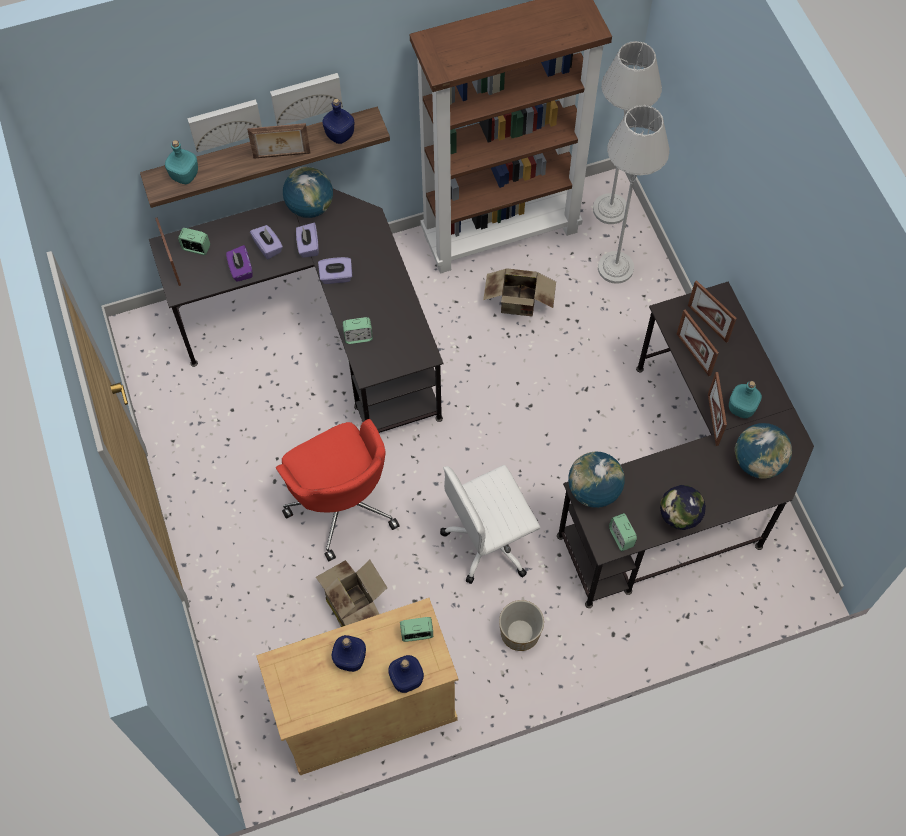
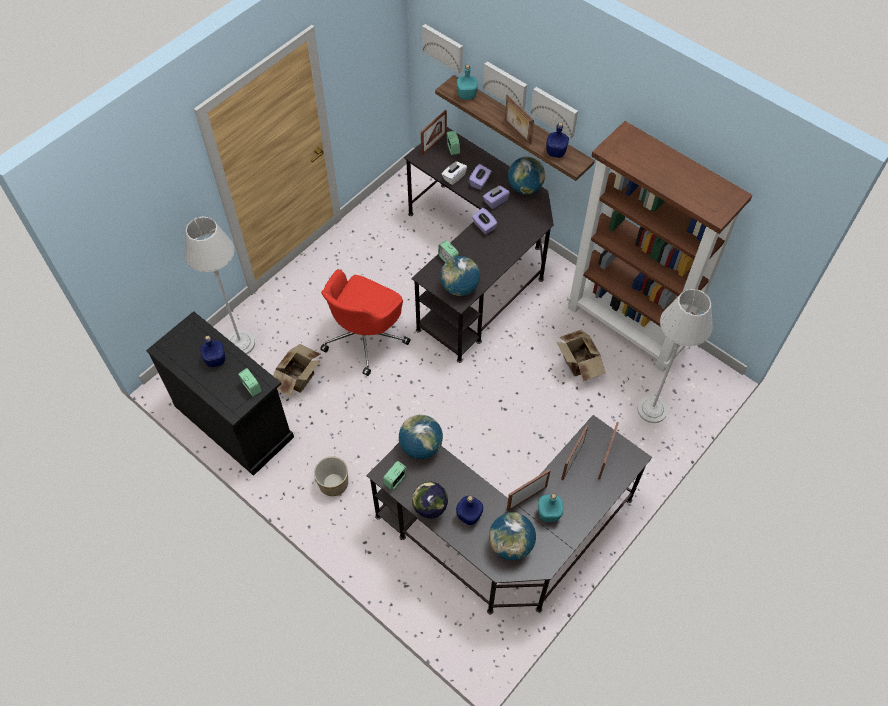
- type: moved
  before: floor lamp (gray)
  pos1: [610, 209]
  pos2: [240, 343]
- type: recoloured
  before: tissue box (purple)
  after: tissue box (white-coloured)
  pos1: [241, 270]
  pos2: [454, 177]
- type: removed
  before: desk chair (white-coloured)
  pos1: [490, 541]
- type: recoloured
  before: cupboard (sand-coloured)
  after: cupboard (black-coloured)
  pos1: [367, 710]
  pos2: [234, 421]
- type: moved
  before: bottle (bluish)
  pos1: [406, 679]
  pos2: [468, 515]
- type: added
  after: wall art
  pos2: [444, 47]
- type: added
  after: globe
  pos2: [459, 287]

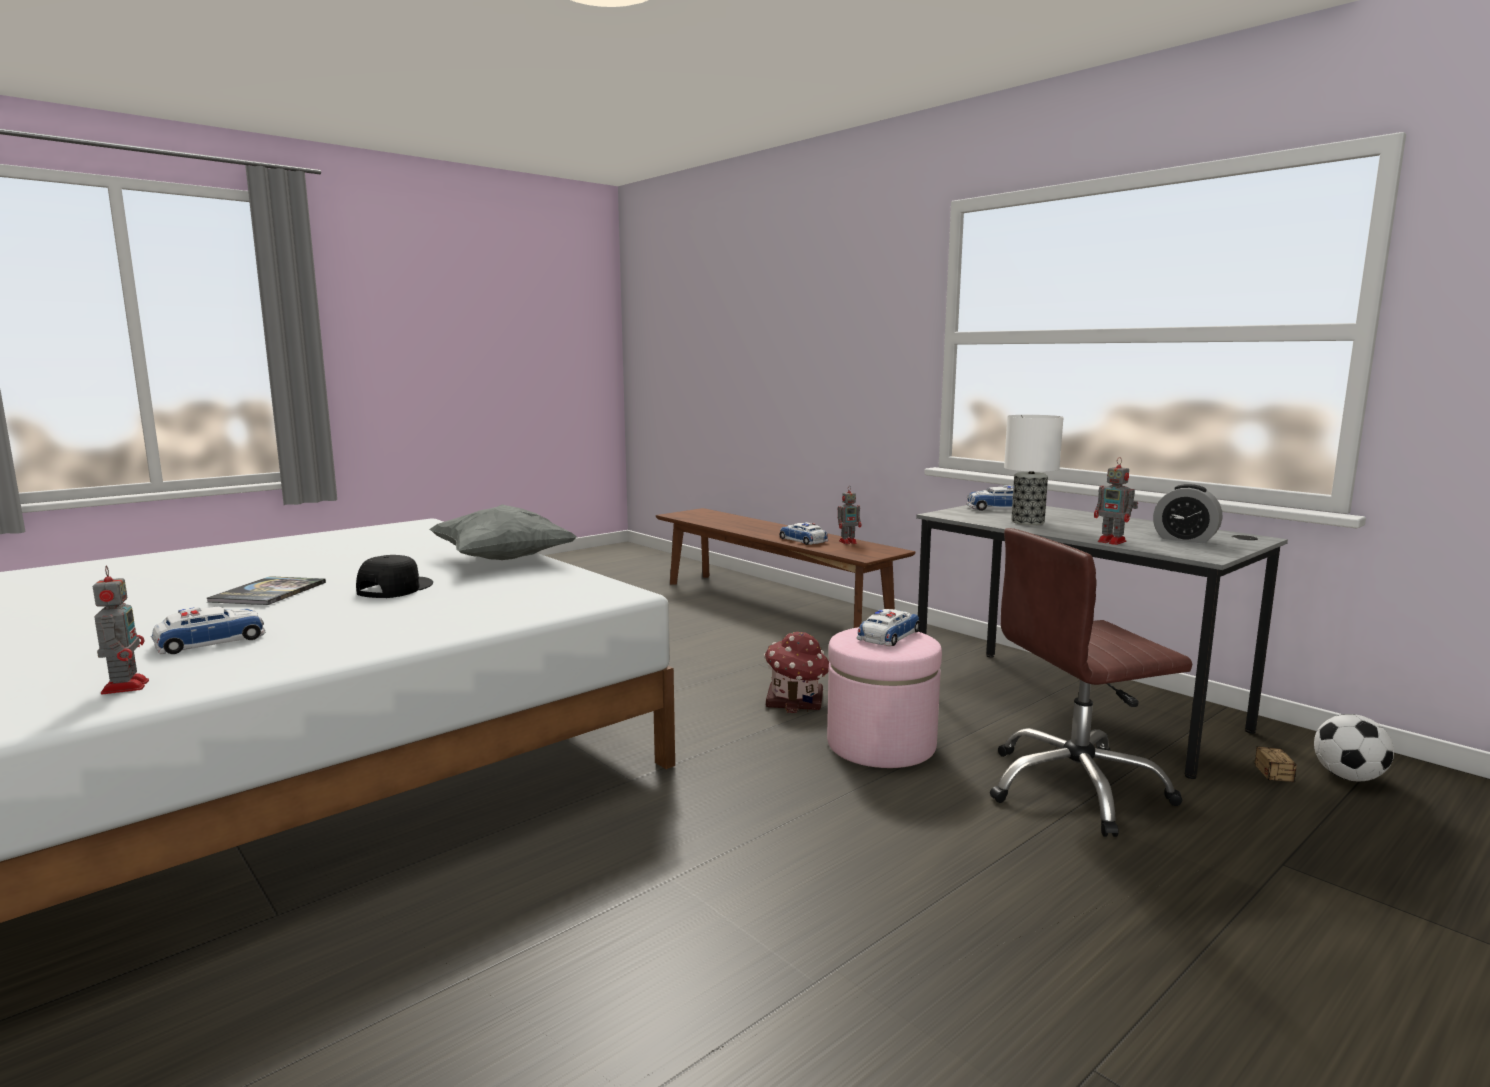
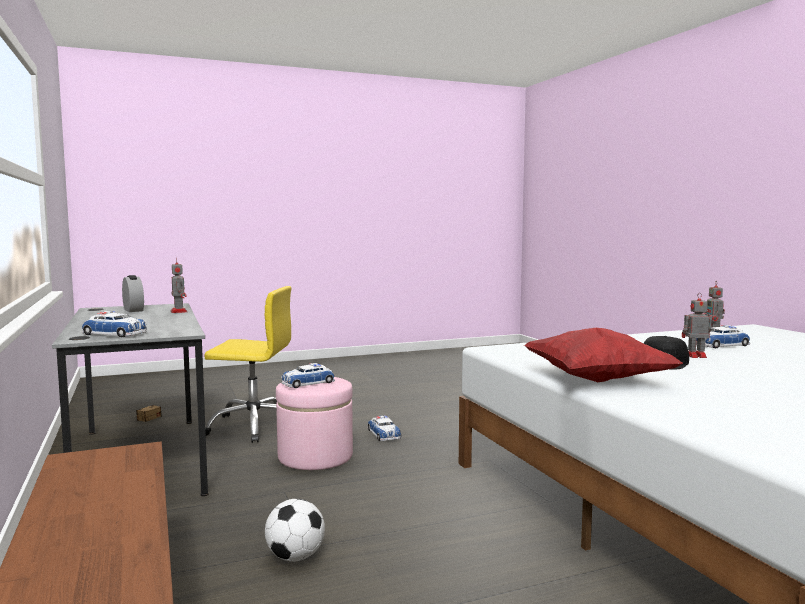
- type: removed
  before: lamp for a table
  pos1: [1028, 522]
- type: moved
  before: robot figure
  pos1: [848, 542]
  pos2: [694, 356]
- type: recoloured
  before: throw pillow (gray)
  after: throw pillow (reddish)
  pos1: [503, 560]
  pos2: [596, 380]
- type: moved
  before: miniature car
  pos1: [803, 540]
  pos2: [384, 434]
- type: recoloured
  before: desk chair (brownish)
  after: desk chair (yellow)
  pos1: [1076, 788]
  pos2: [254, 426]
- type: removed
  before: bound book
  pos1: [268, 592]
- type: removed
  before: miniature house
  pos1: [796, 700]
- type: moved
  before: football
  pos1: [1348, 777]
  pos2: [295, 557]

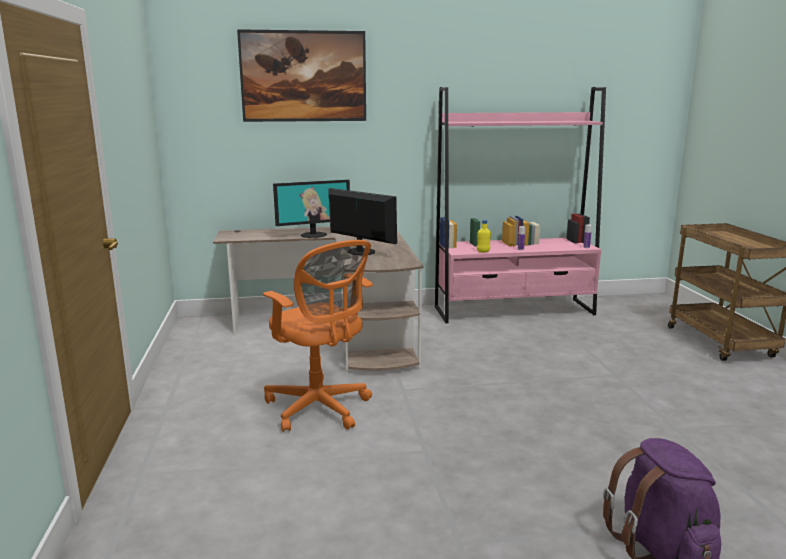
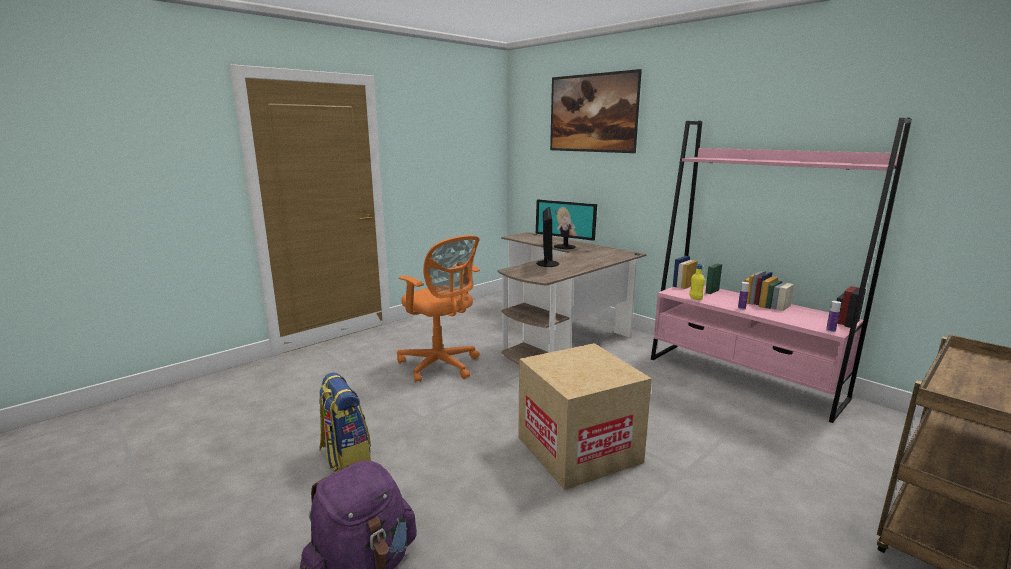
- type: turned
  before: desk chair (orange-coloured)
  pos1: [320, 409]
  pos2: [441, 366]
  turn: -60
- type: added
  after: packing box
  pos2: [578, 449]
- type: added
  after: rucksack
  pos2: [345, 458]

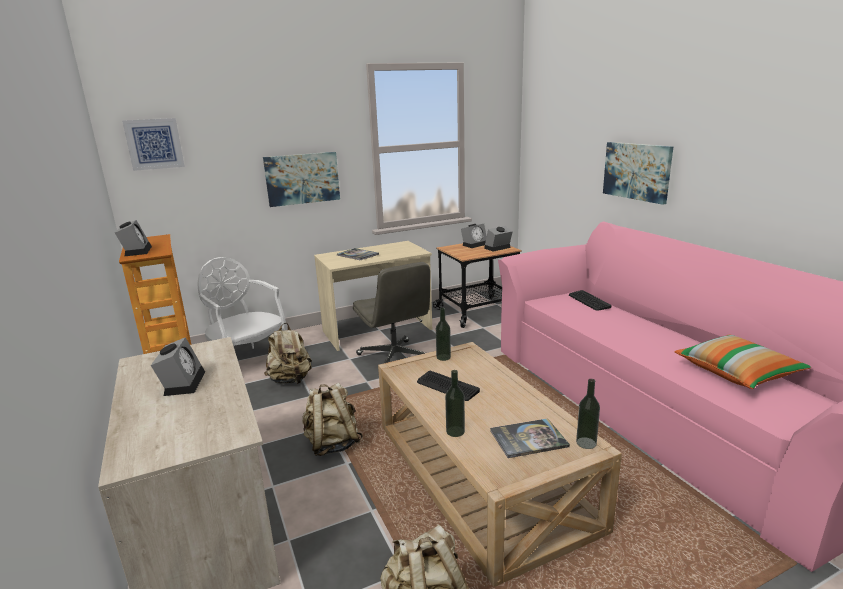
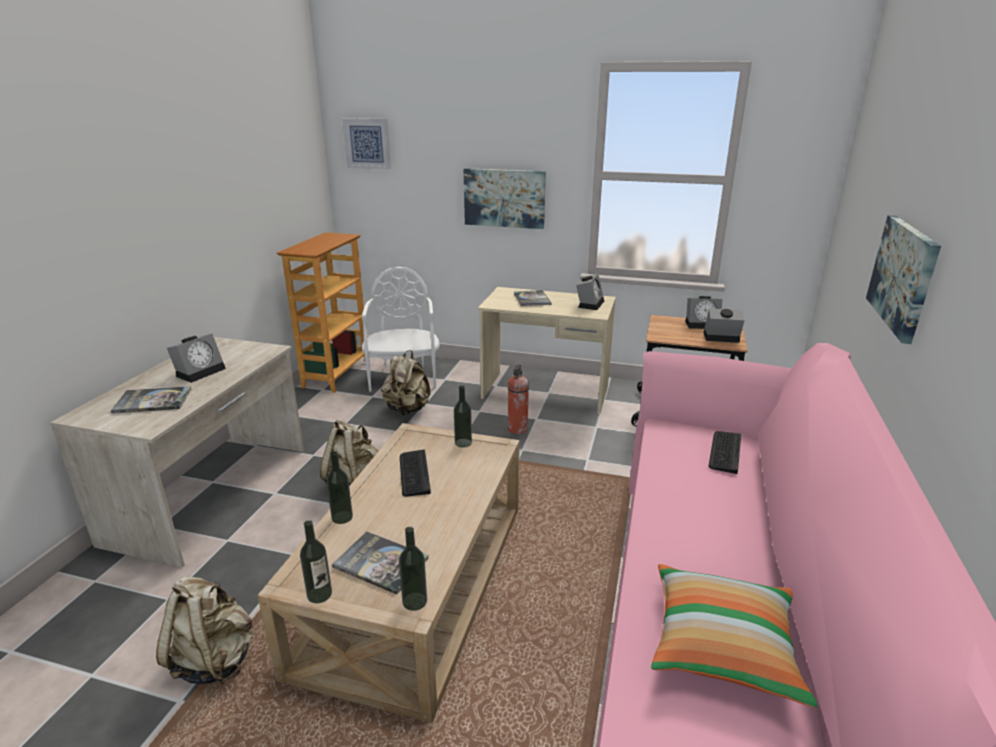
- type: moved
  before: table clock
  pos1: [136, 251]
  pos2: [589, 303]
- type: replaced
  before: desk chair (gray)
  after: fire-fighting cylinder
  pos1: [395, 358]
  pos2: [517, 429]
- type: added
  after: bound book
  pos2: [153, 401]
- type: added
  after: bottle
  pos2: [319, 594]

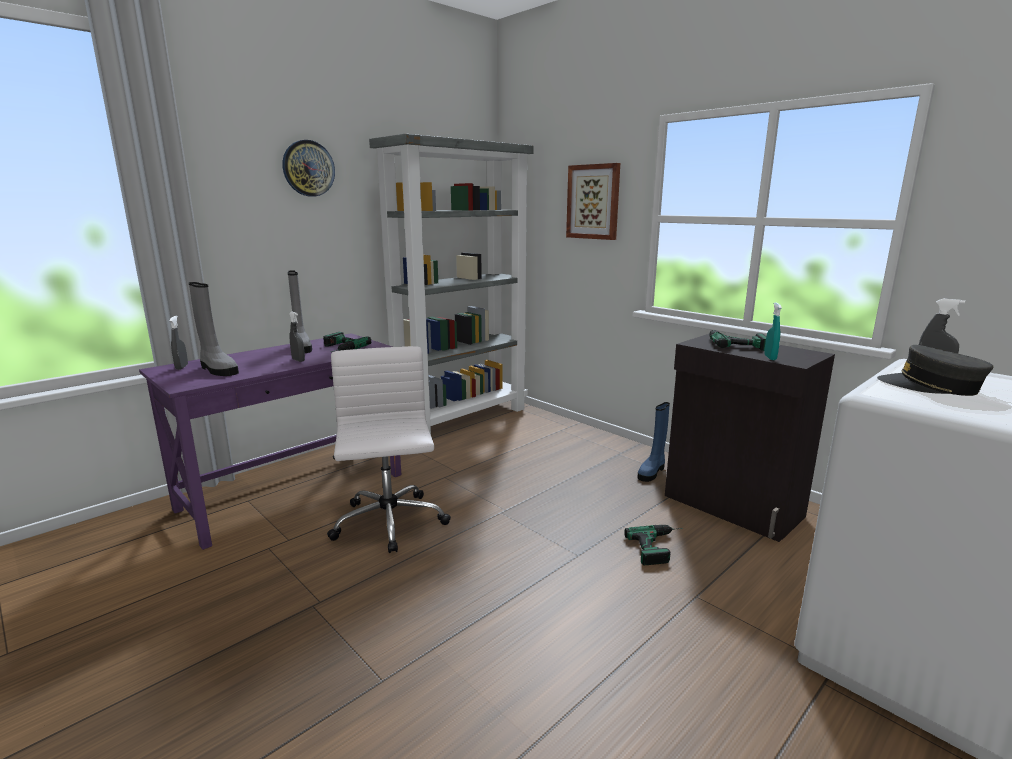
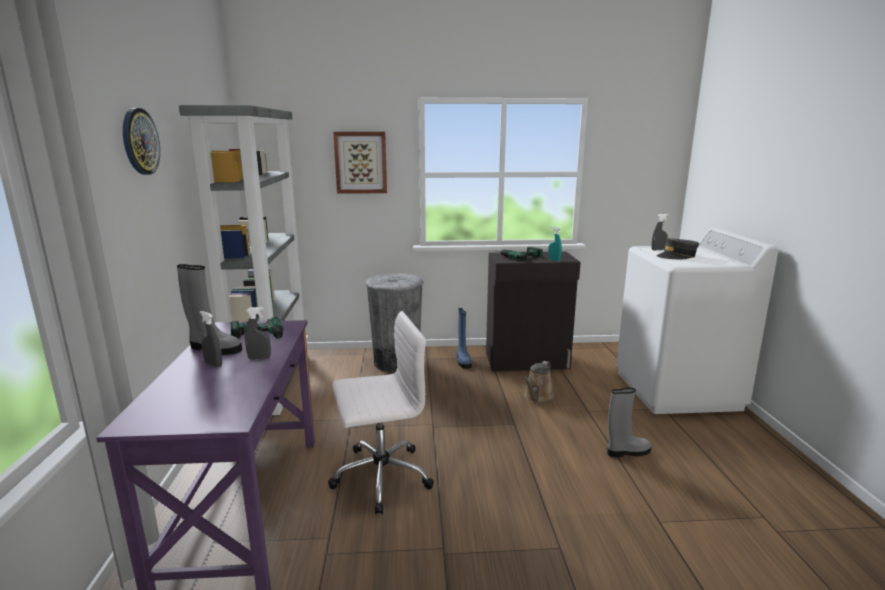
- type: moved
  before: tall boot (gray)
  pos1: [217, 370]
  pos2: [627, 452]
- type: moved
  before: sprayer (gray)
  pos1: [182, 367]
  pos2: [213, 364]
- type: turned
  before: desk chair (white-coloured)
  pos1: [389, 523]
  pos2: [380, 476]
  turn: 135
- type: replaced
  before: drill
  after: watering can (brownish)
  pos1: [661, 547]
  pos2: [537, 397]
- type: added
  after: rubbish bin (gray)
  pos2: [396, 361]

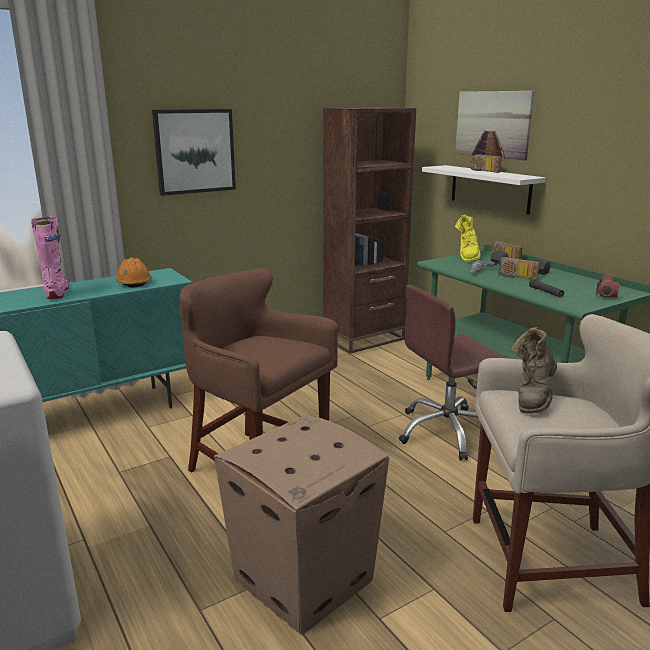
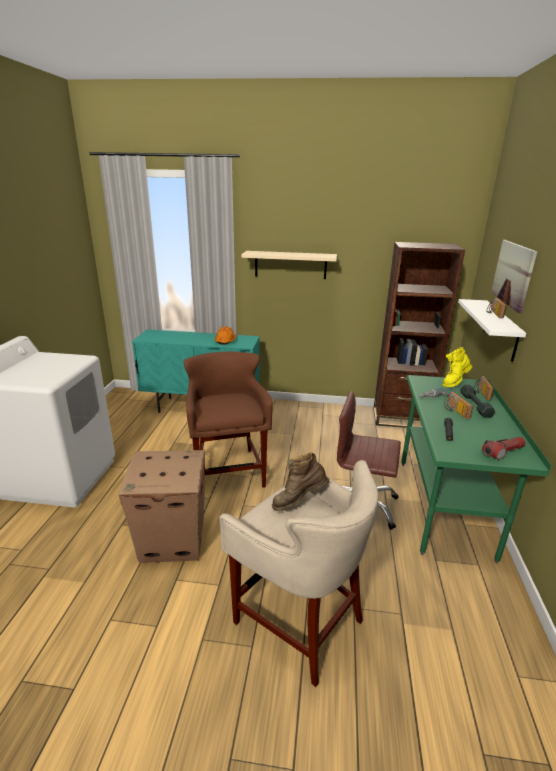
- type: replaced
  before: wall art
  after: shelf (sand-coloured)
  pos1: [194, 151]
  pos2: [290, 265]
- type: removed
  before: tall boot (pink)
  pos1: [57, 293]

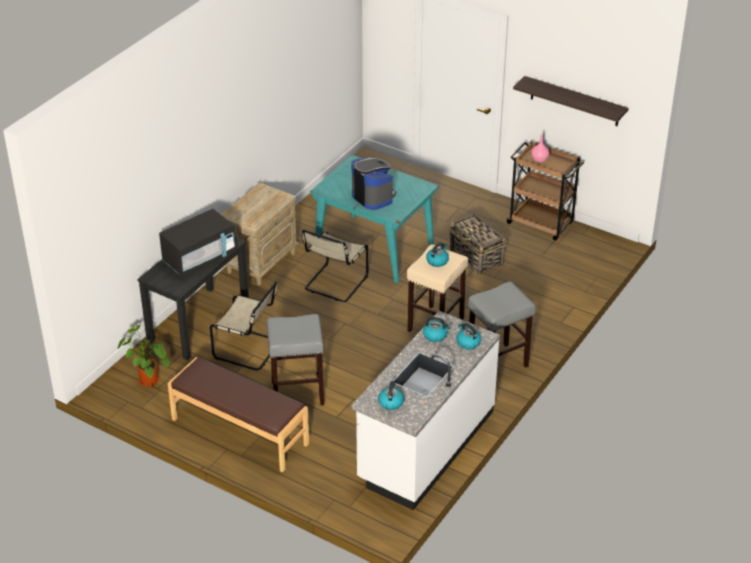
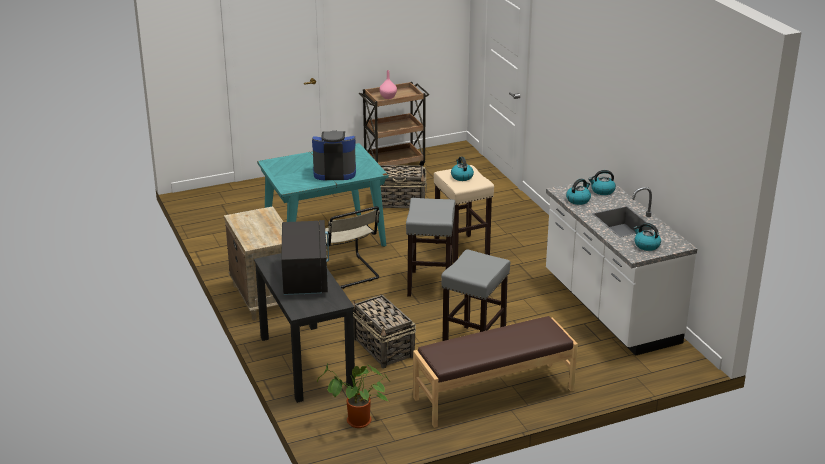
- type: removed
  before: shelf
  pos1: [574, 101]
- type: replaced
  before: upright chair (sand-coloured)
  after: storage basket
  pos1: [249, 350]
  pos2: [383, 348]
- type: moved
  before: stool seat (gray)
  pos1: [497, 362]
  pos2: [430, 284]

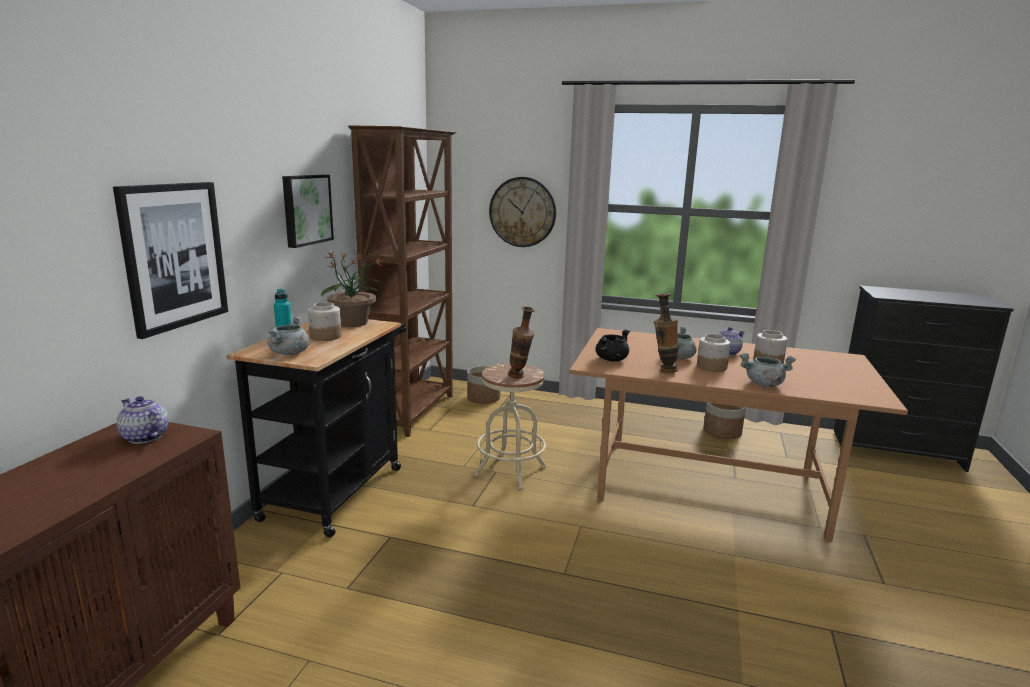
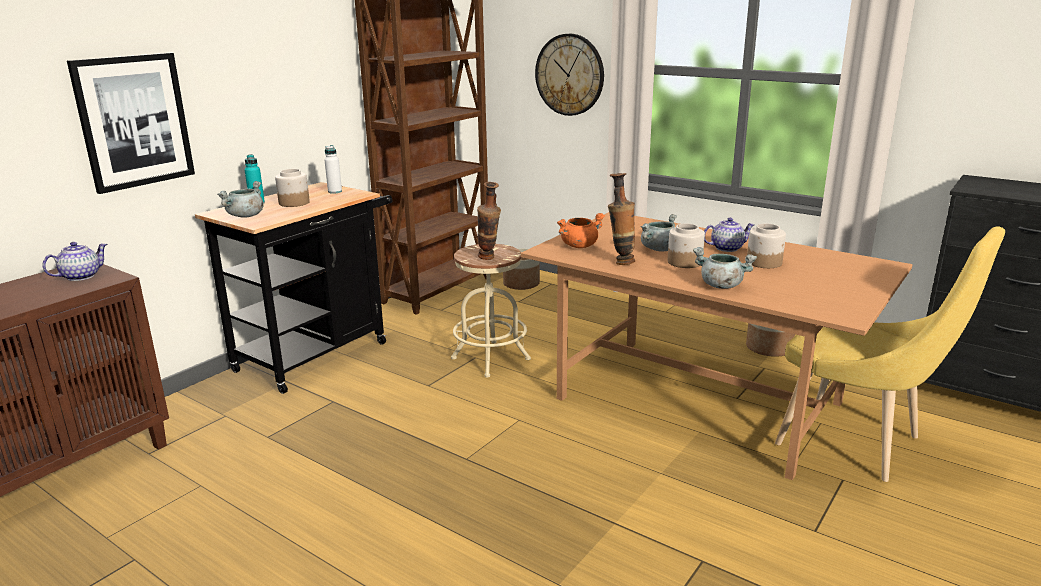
- type: removed
  before: wall art
  pos1: [306, 209]
- type: replaced
  before: plant in a pot
  after: bottle (white-coloured)
  pos1: [353, 323]
  pos2: [335, 191]
- type: recoloured
  before: stockpot (black-coloured)
  after: stockpot (orange-coloured)
  pos1: [611, 359]
  pos2: [579, 245]
- type: turned
  before: pot for tea
  pos1: [144, 437]
  pos2: [81, 276]
  turn: 75
- type: added
  after: upright chair (yellow)
  pos2: [858, 444]

